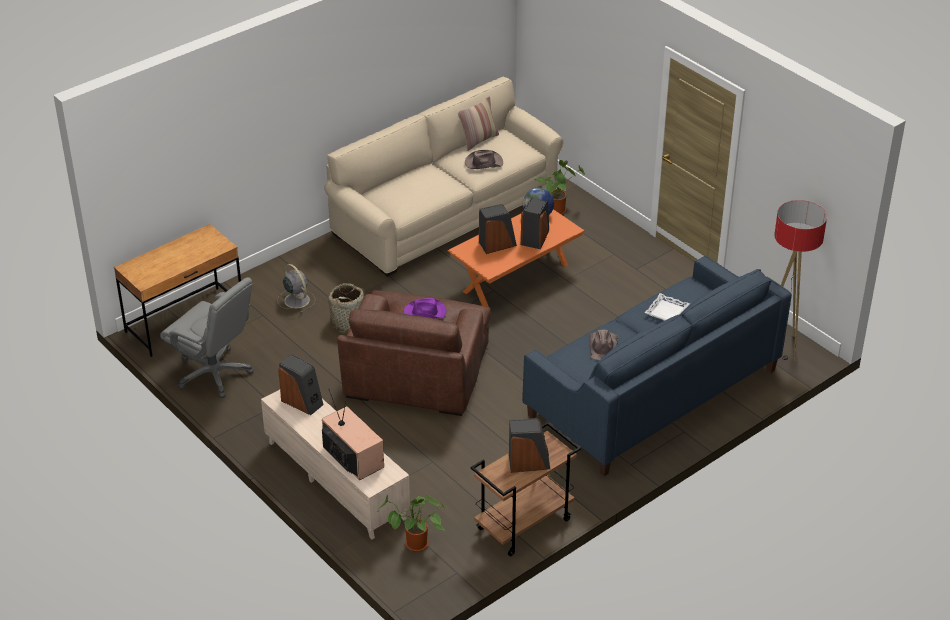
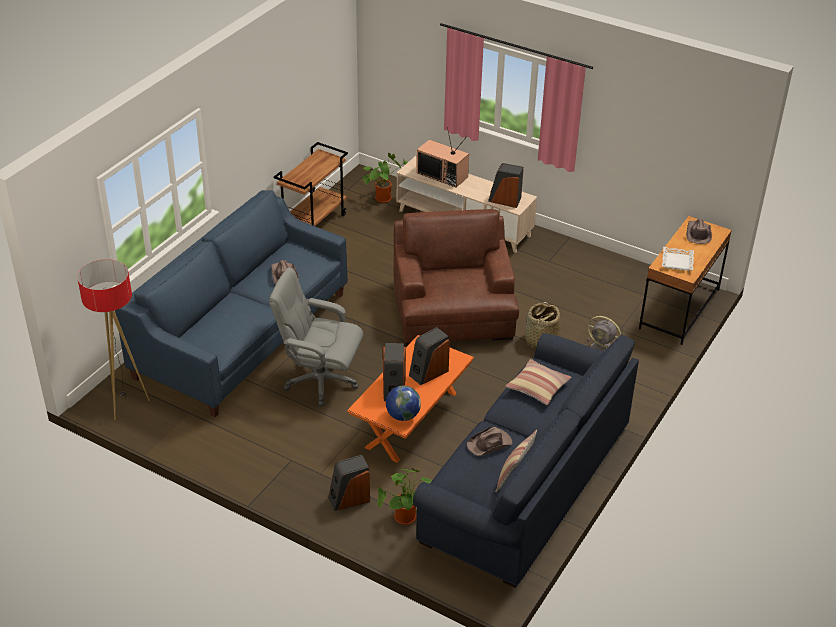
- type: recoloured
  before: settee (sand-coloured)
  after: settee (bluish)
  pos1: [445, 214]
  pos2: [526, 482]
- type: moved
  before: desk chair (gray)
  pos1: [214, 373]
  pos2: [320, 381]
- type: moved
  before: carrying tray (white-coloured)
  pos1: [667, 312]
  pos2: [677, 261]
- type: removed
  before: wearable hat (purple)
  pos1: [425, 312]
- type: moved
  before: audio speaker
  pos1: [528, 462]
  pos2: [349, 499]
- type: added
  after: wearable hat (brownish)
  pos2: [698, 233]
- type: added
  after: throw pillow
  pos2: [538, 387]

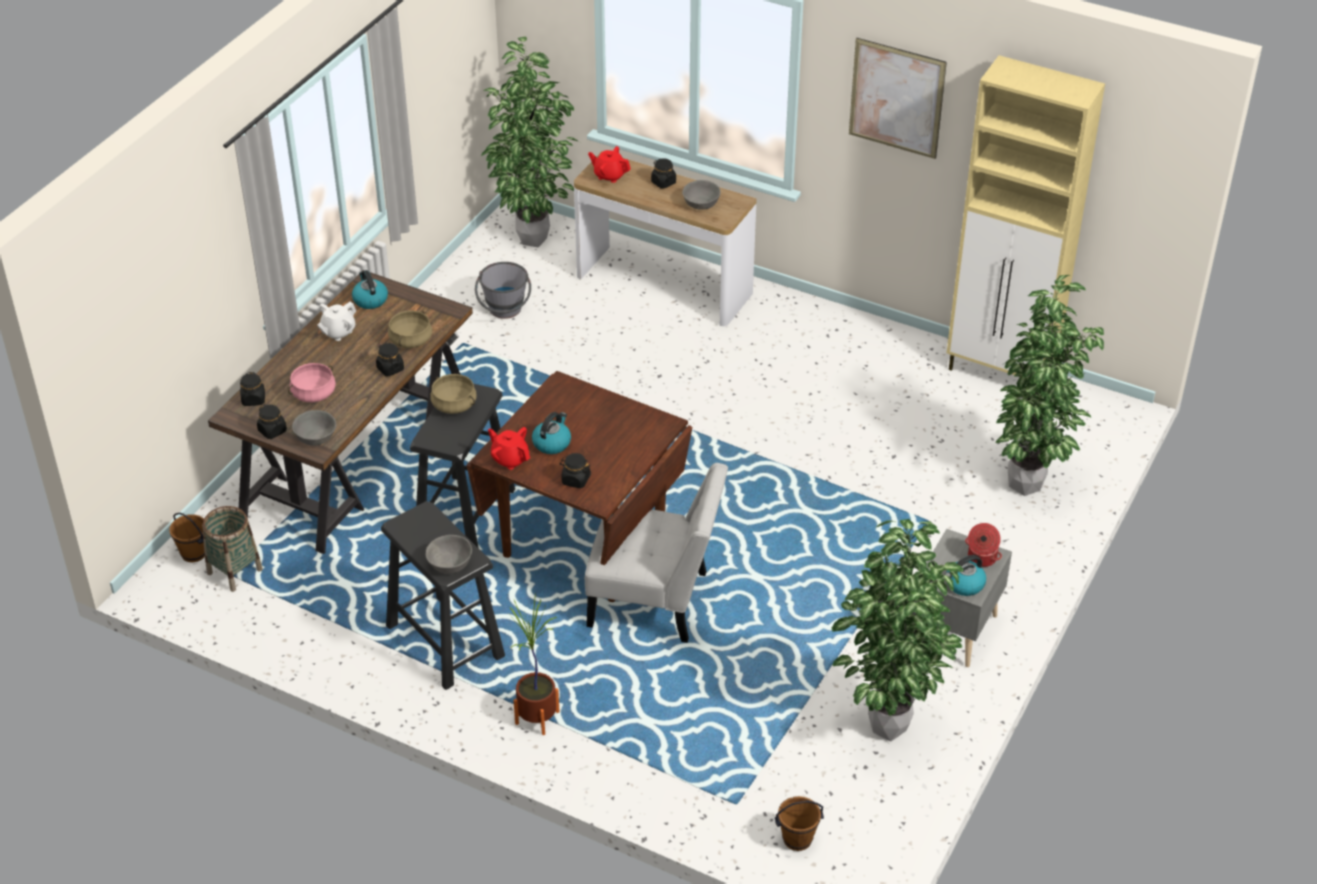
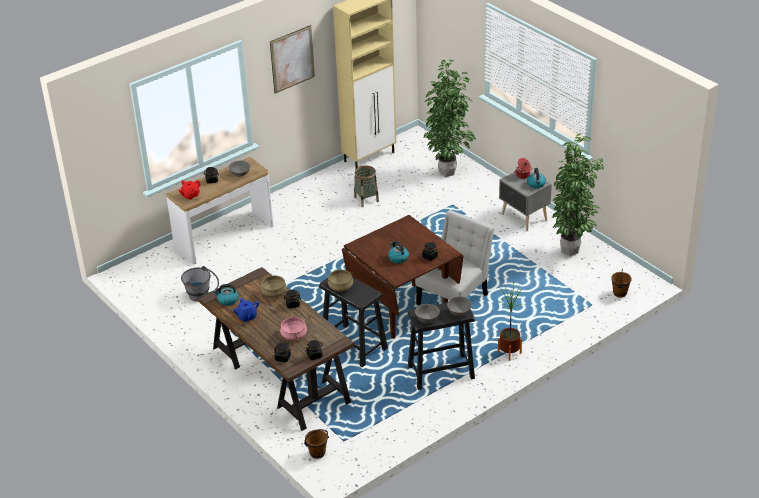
- type: removed
  before: plant in a pot
  pos1: [535, 237]
- type: recoloured
  before: pot for tea (white-coloured)
  after: pot for tea (bluish)
  pos1: [338, 332]
  pos2: [247, 317]
- type: moved
  before: deep dish (gray)
  pos1: [316, 437]
  pos2: [427, 318]
- type: removed
  before: pot for tea (reddish)
  pos1: [510, 459]
- type: moved
  before: storage basket
  pos1: [235, 571]
  pos2: [366, 199]

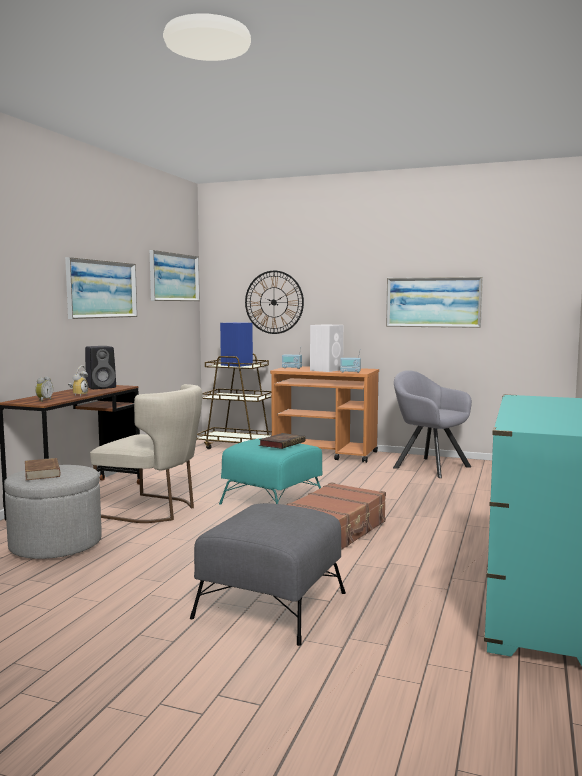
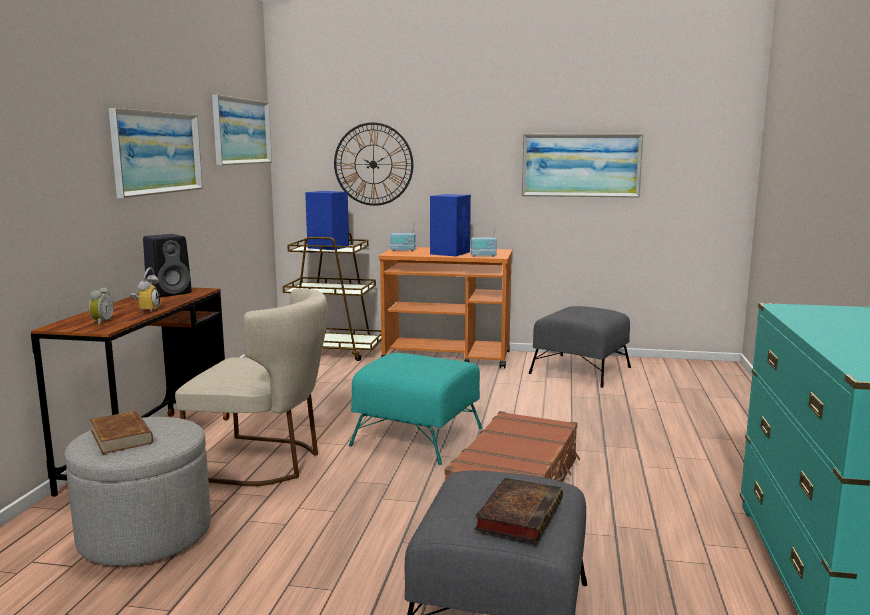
- type: recoloured
  before: audio speaker (white-coloured)
  after: audio speaker (bluish)
  pos1: [327, 370]
  pos2: [450, 253]
- type: replaced
  before: armchair (gray)
  after: pouffe (gray)
  pos1: [428, 466]
  pos2: [581, 370]
- type: moved
  before: bound book
  pos1: [282, 443]
  pos2: [519, 514]

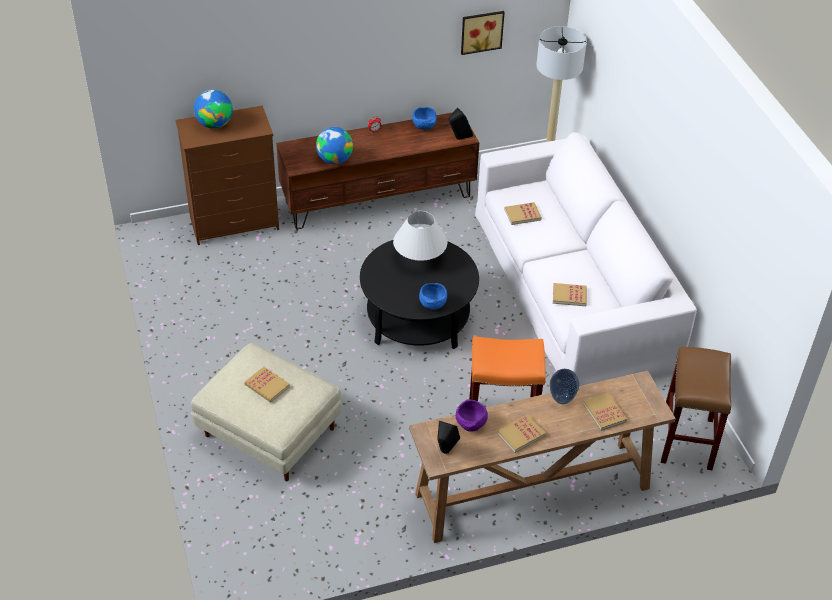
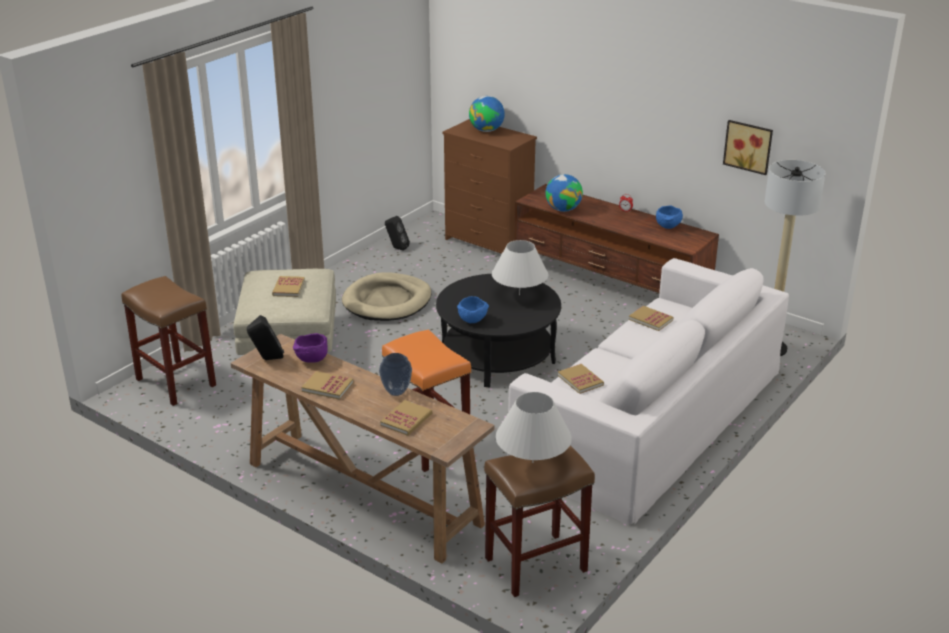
- type: moved
  before: audio speaker (black-coloured)
  pos1: [459, 139]
  pos2: [396, 248]
- type: added
  after: dog bed (sand-coloured)
  pos2: [387, 301]
- type: added
  after: stool seat (brownish)
  pos2: [175, 382]
- type: added
  after: lamp for a table (white-coloured)
  pos2: [533, 463]

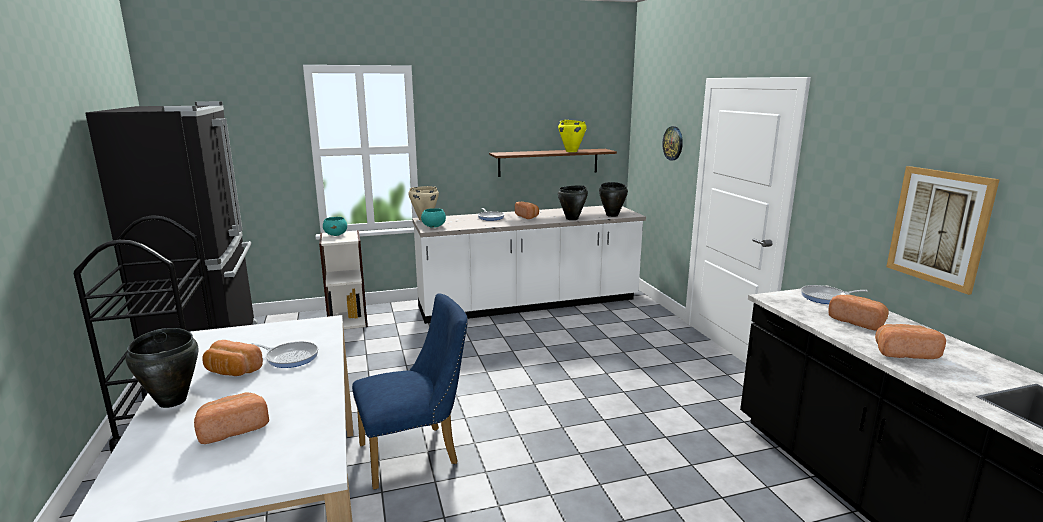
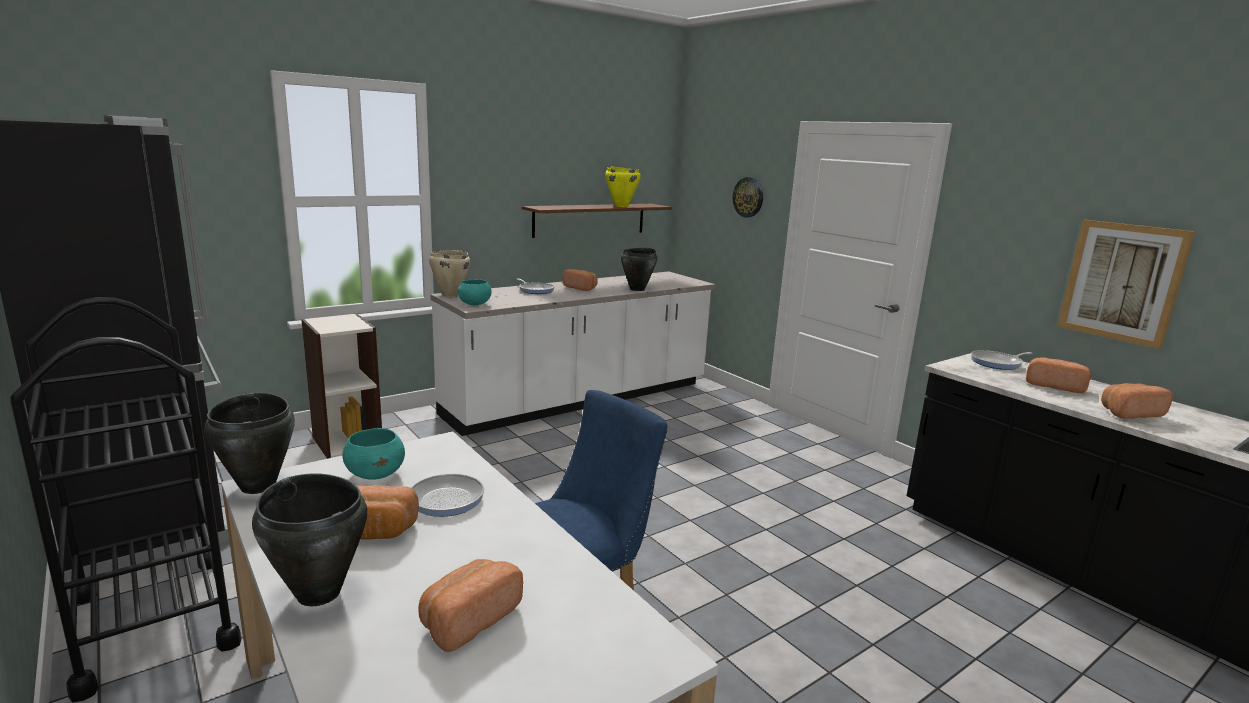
- type: moved
  before: stockpot (black-coloured)
  pos1: [612, 215]
  pos2: [259, 486]
- type: moved
  before: deep dish (turquoise)
  pos1: [336, 235]
  pos2: [376, 474]

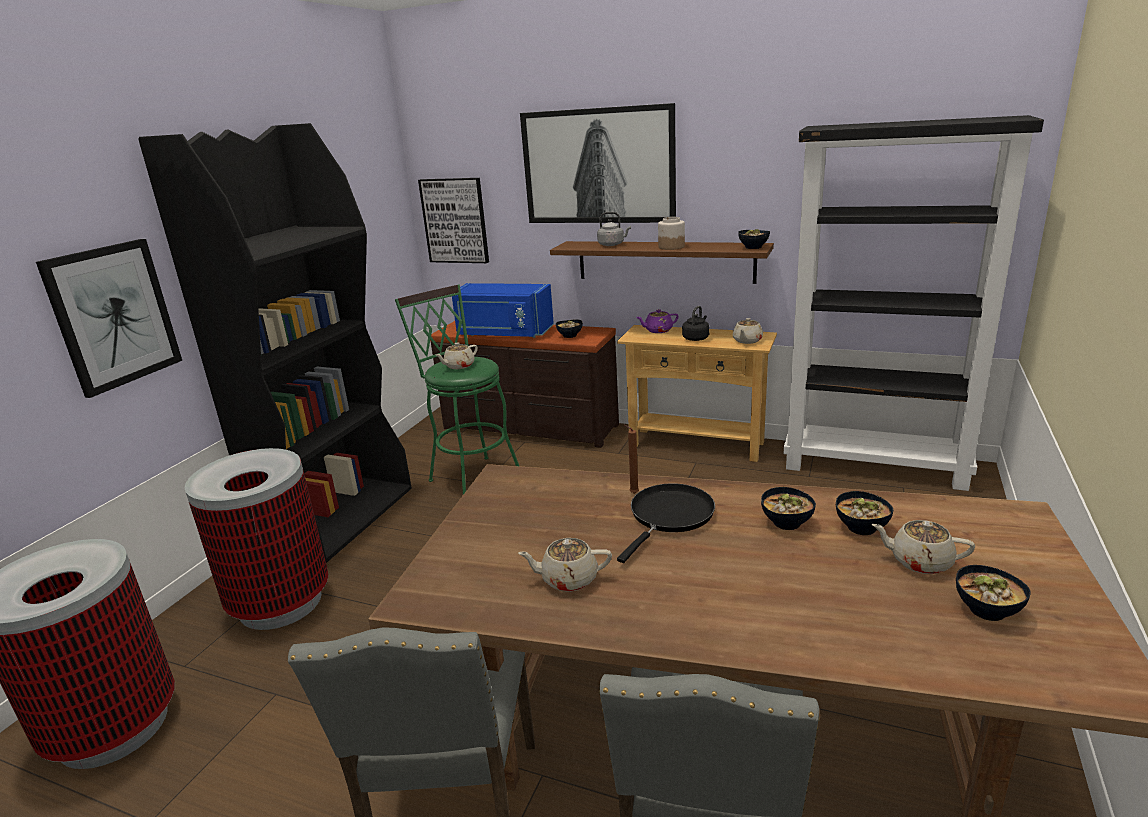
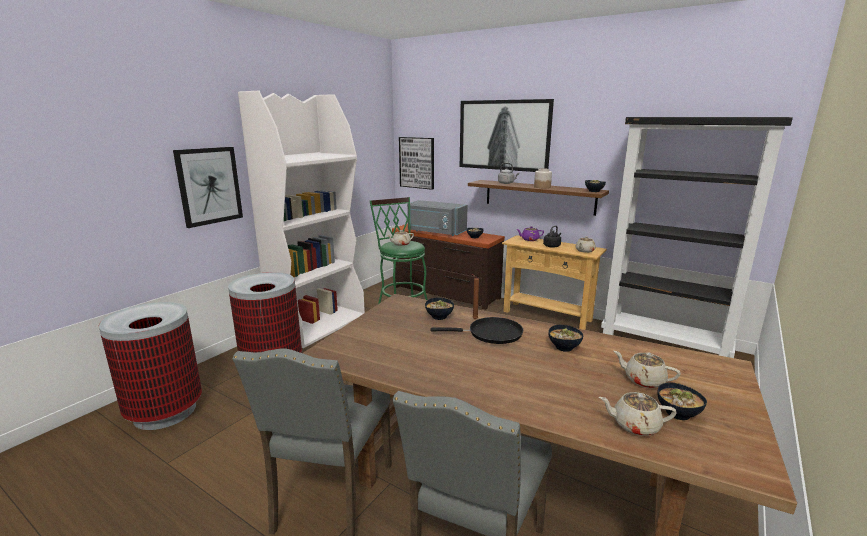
- type: recoloured
  before: bookshelf (black-coloured)
  after: bookshelf (white-coloured)
  pos1: [338, 516]
  pos2: [319, 325]
- type: recoloured
  before: microwave oven (bluish)
  after: microwave oven (gray)
  pos1: [503, 333]
  pos2: [435, 232]
- type: turned
  before: skillet (black-coloured)
  pos1: [669, 516]
  pos2: [491, 334]
  turn: 45
- type: moved
  before: deep dish
  pos1: [862, 527]
  pos2: [439, 316]
- type: moved
  before: pot for tea (sand-coloured)
  pos1: [568, 579]
  pos2: [634, 425]

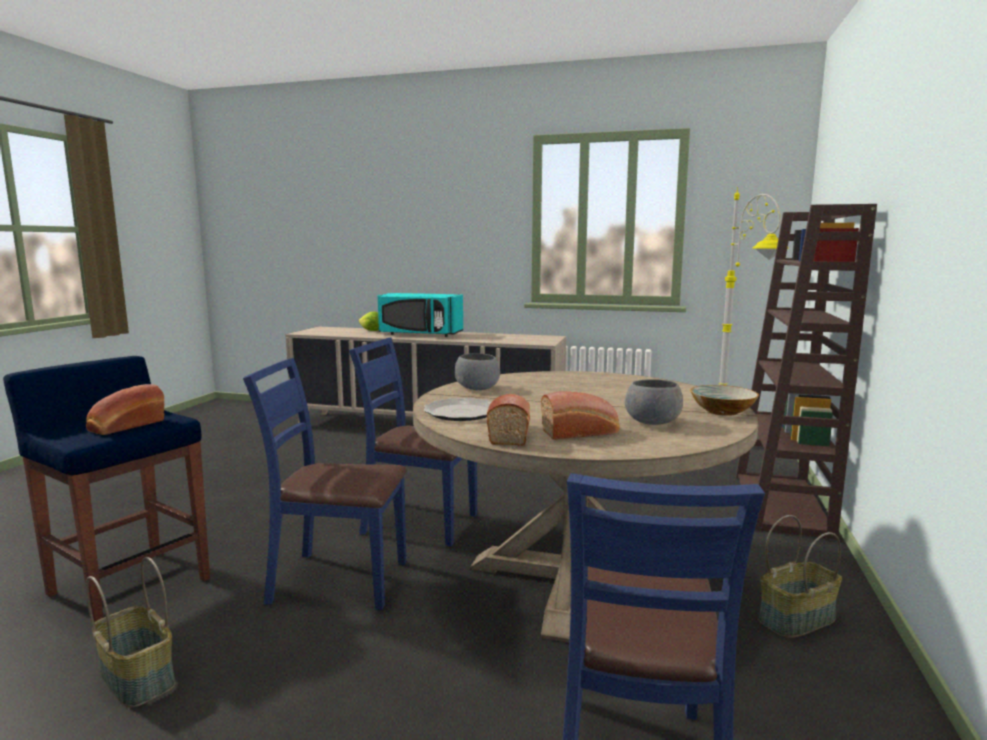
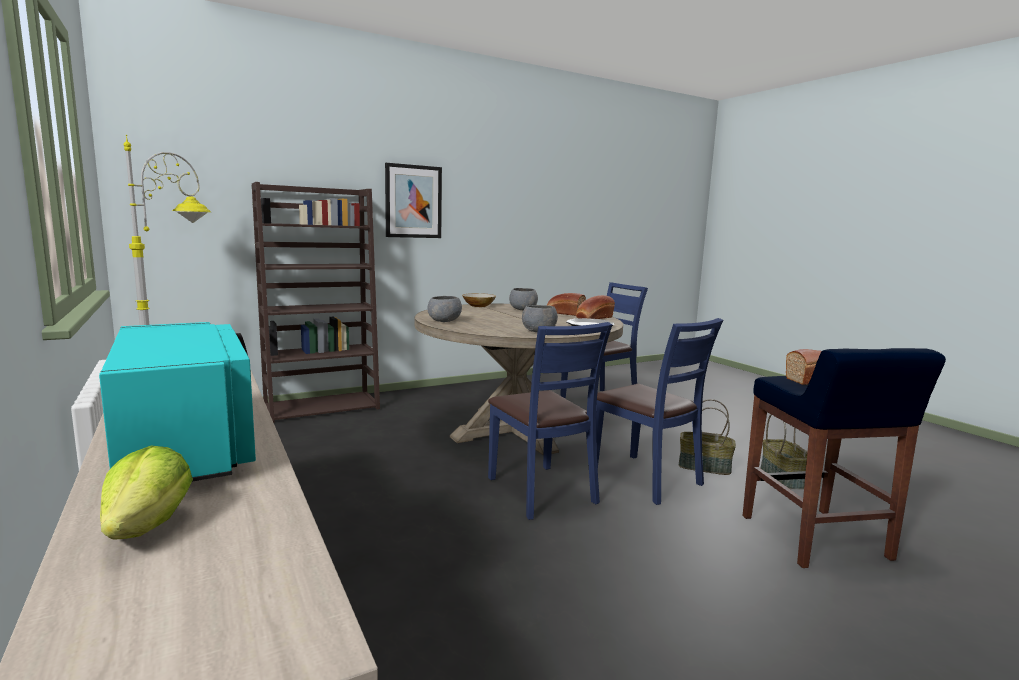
- type: moved
  before: storage basket
  pos1: [796, 619]
  pos2: [703, 467]
- type: added
  after: wall art
  pos2: [413, 201]
- type: added
  after: deep dish (gray)
  pos2: [443, 321]

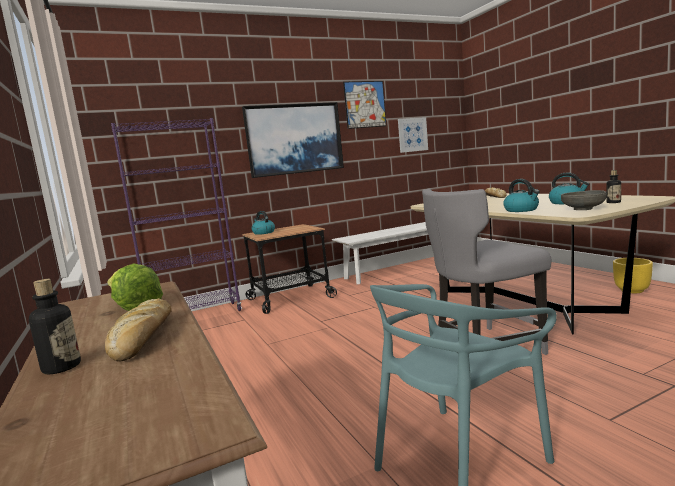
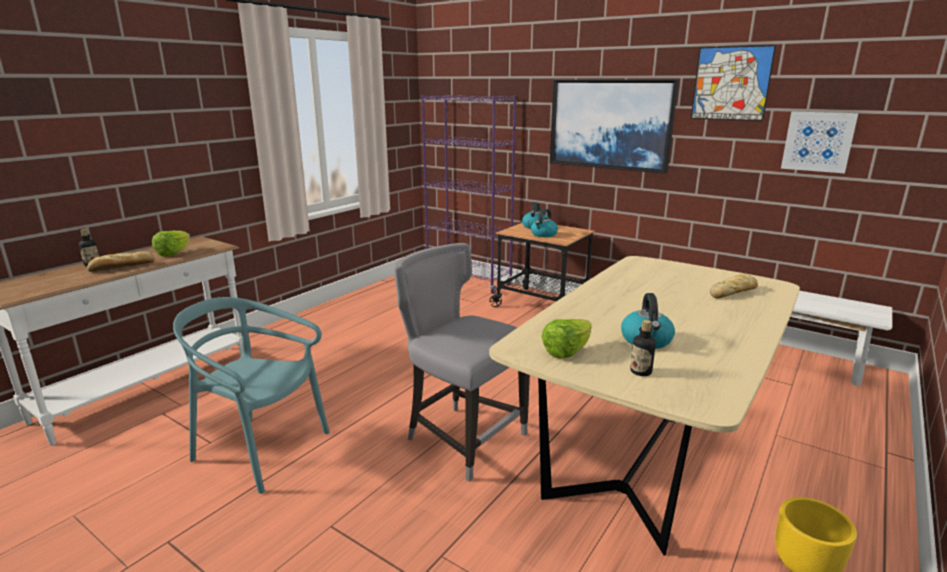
- type: moved
  before: water kettle
  pos1: [522, 210]
  pos2: [543, 234]
- type: replaced
  before: deep dish (gray)
  after: lettuce
  pos1: [583, 209]
  pos2: [567, 351]

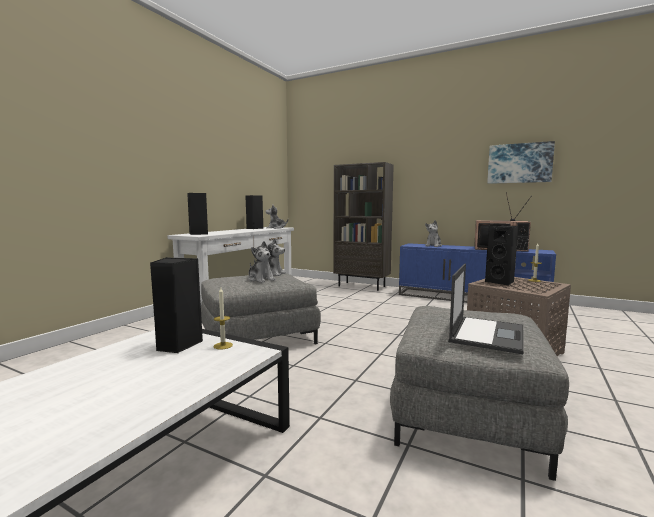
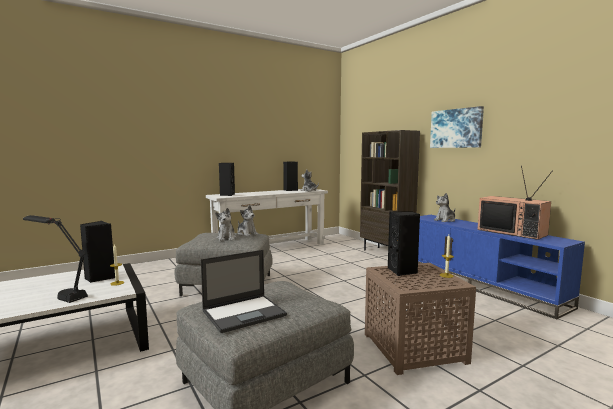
- type: moved
  before: wall art
  pos1: [519, 163]
  pos2: [456, 128]
- type: added
  after: lamp for a table (black-coloured)
  pos2: [60, 294]

